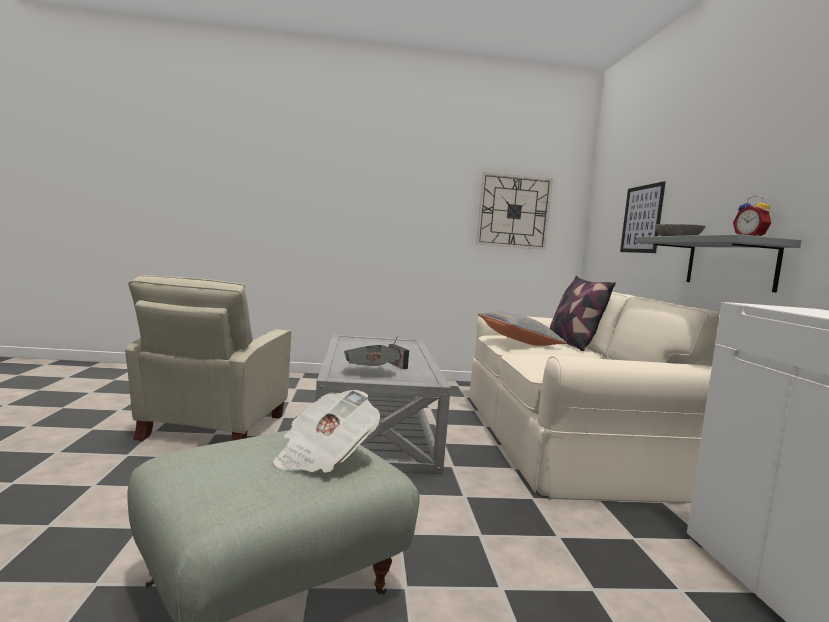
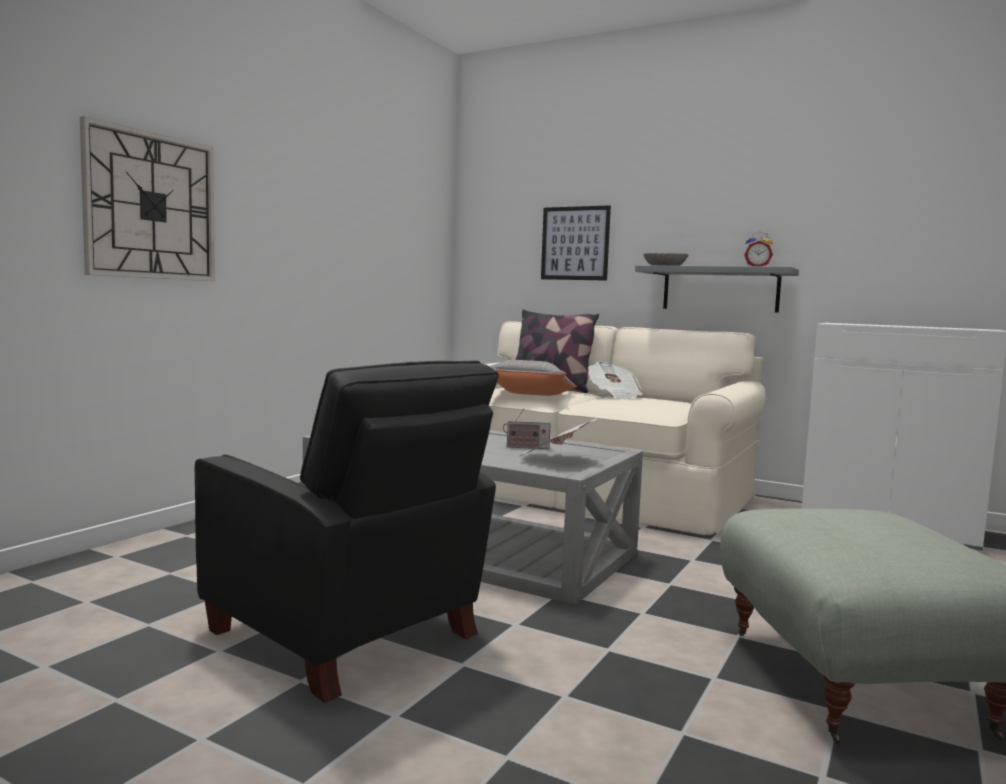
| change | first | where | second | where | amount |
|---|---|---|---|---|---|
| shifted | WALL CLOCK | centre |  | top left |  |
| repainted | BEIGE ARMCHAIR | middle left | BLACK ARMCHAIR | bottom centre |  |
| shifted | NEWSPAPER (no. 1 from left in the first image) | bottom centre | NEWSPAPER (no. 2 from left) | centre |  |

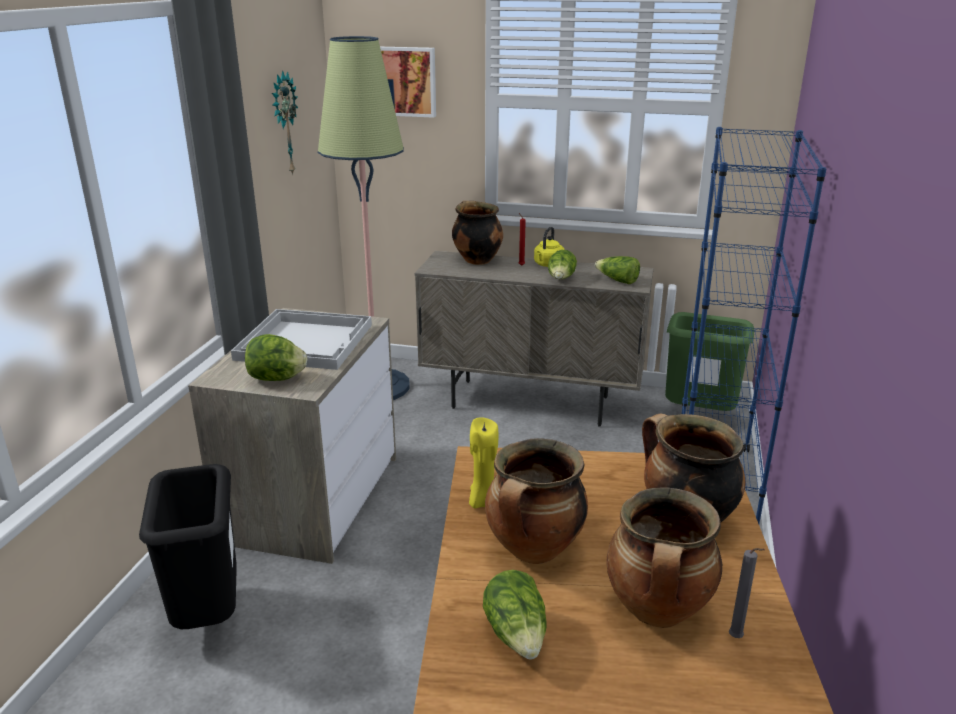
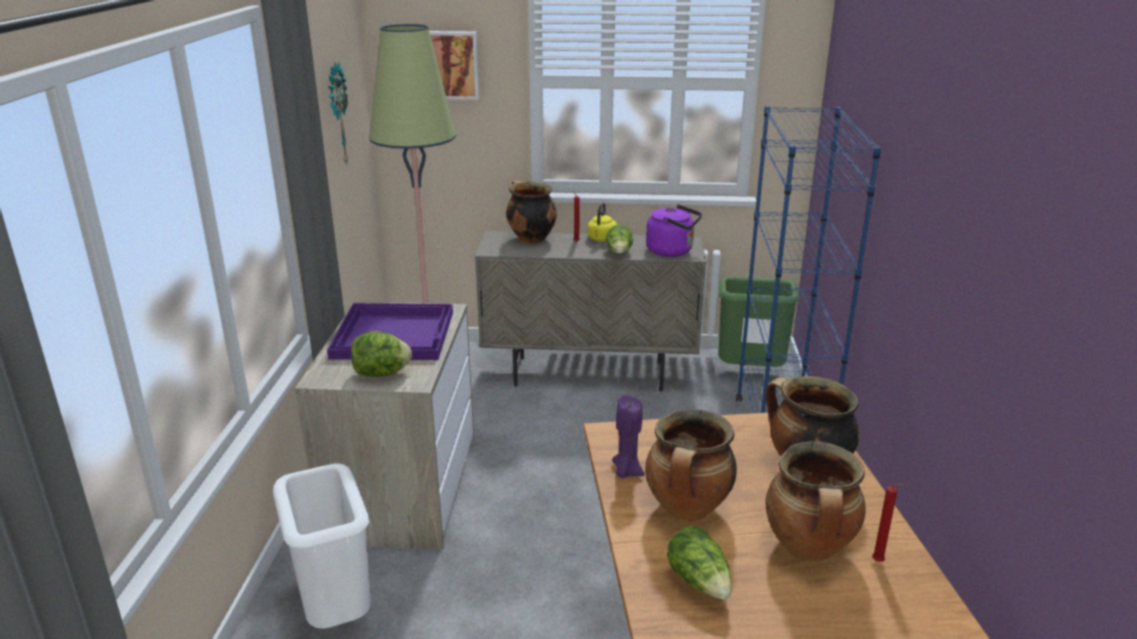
| change | first | where | second | where | amount |
|---|---|---|---|---|---|
| repainted | BLACK TRASH CAN | bottom left | WHITE TRASH CAN | bottom left |  |
| repainted | WHITE TRAY | middle left | PURPLE TRAY | centre |  |
| repainted | YELLOW CANDLE | centre | PURPLE CANDLE | bottom centre |  |
| swapped | LETTUCE (no. 4 from left) | centre | PURPLE KETTLE | centre |  |
| repainted | GREY CANDLE | bottom right | RED CANDLE (no. 2 from left) | bottom right |  |

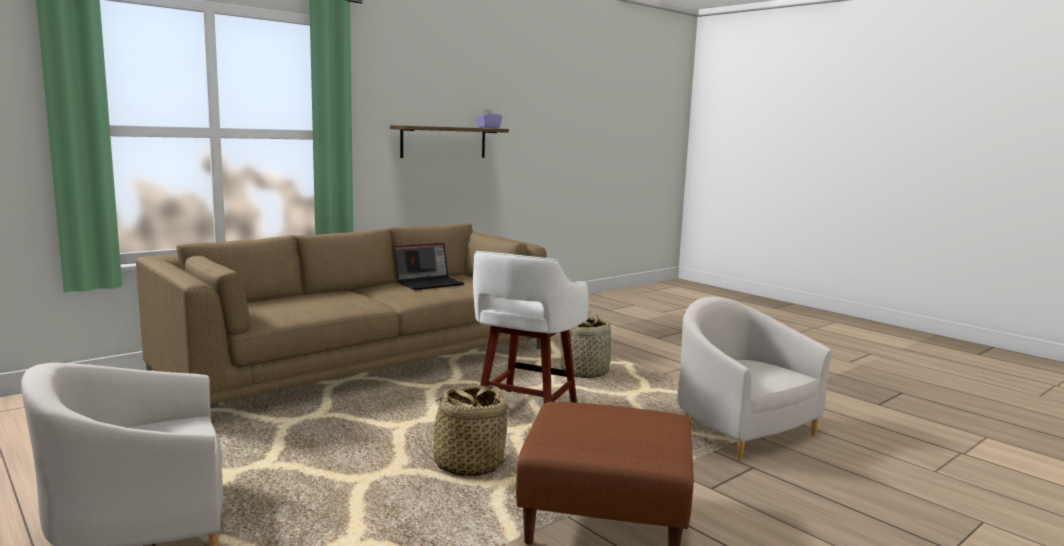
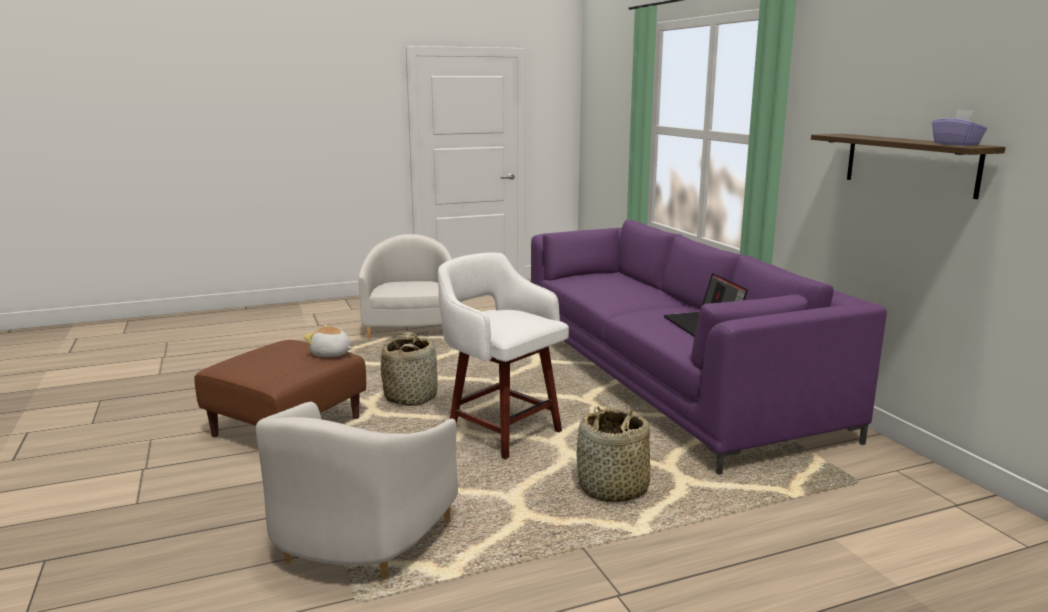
| change | first | where | second | where | amount |
|---|---|---|---|---|---|
| rotated | WHITE ARMCHAIR (no. 2 from left in the first image) | bottom right | WHITE ARMCHAIR (no. 1 from left) | bottom centre | 120 degrees clockwise |
| new |  |  | PLUSH TOY | middle left |  |
| repainted | BROWN SOFA | middle left | PURPLE SOFA | middle right |  |

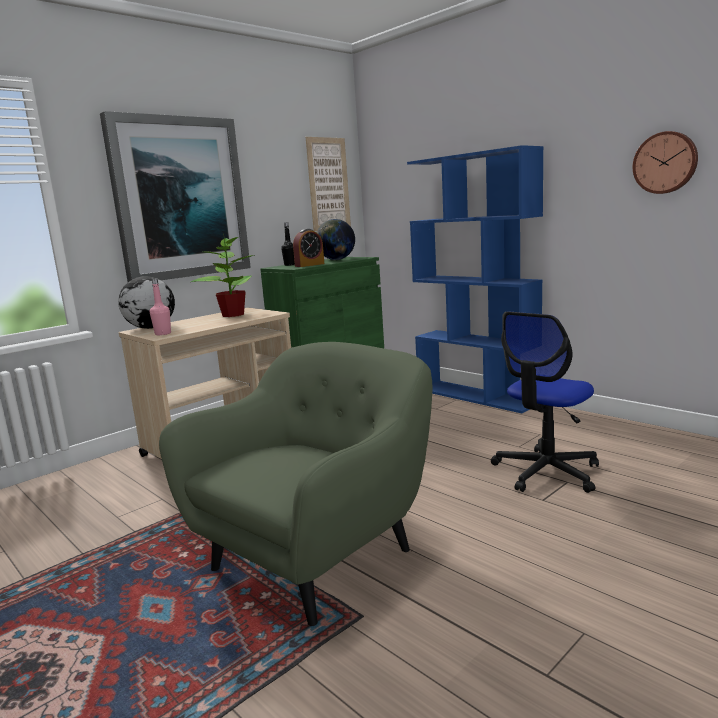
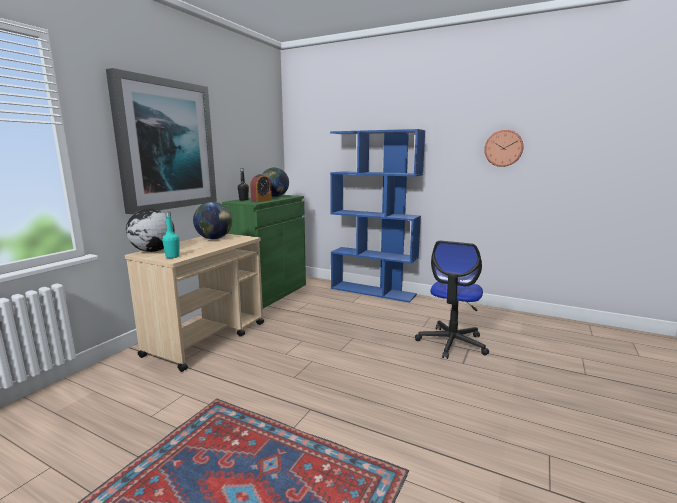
| change | first | where | second | where | amount |
|---|---|---|---|---|---|
| repainted | PINK BOTTLE | middle left | TURQUOISE BOTTLE | middle left |  |
| swapped | POTTED PLANT | middle left | GLOBE (no. 2 from left) | middle left |  |
| gone | GREEN ARMCHAIR | bottom centre |  |  |  |
| gone | PICTURE (no. 2 from left) | top centre |  |  |  |

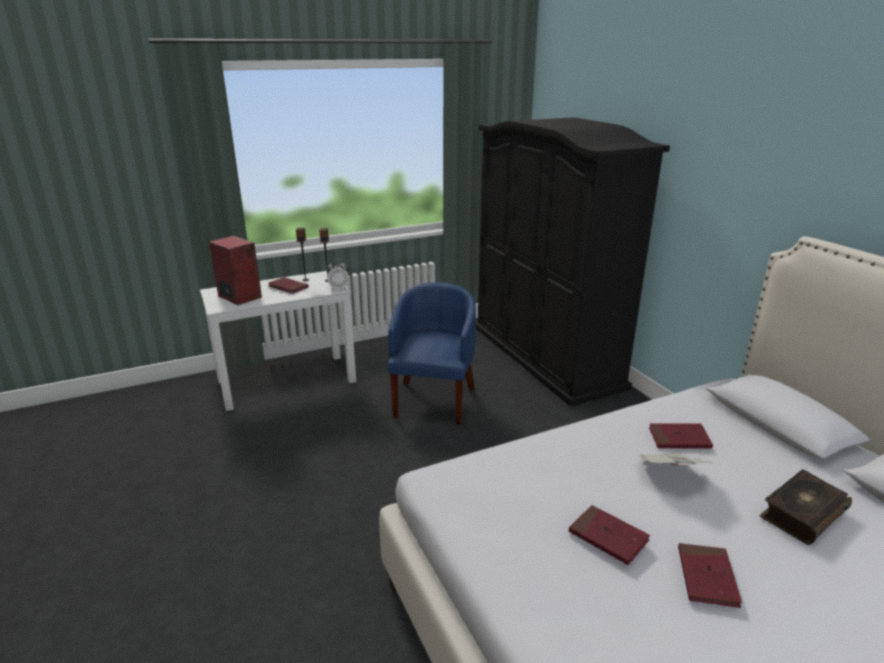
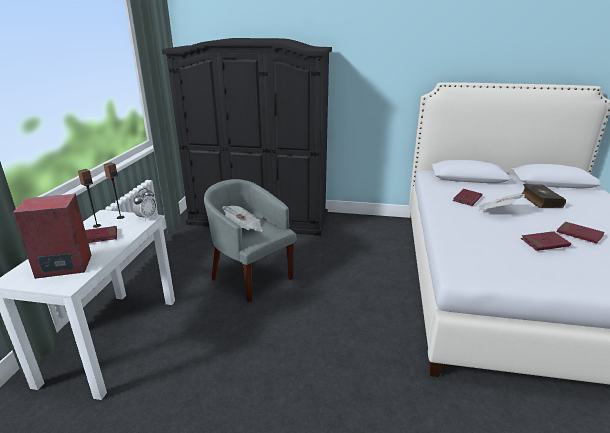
| change | first | where | second | where | amount |
|---|---|---|---|---|---|
| repainted | BLUE ARMCHAIR | centre | GREY ARMCHAIR | centre |  |
| new |  |  | NEWSPAPER (no. 1 from left) | centre |  |

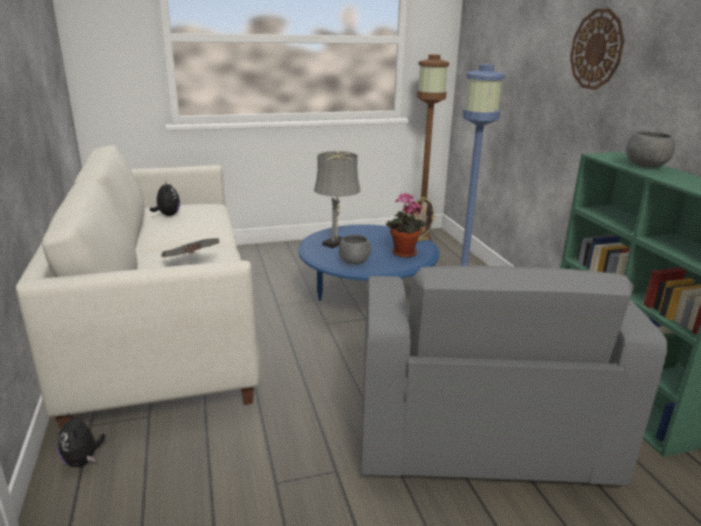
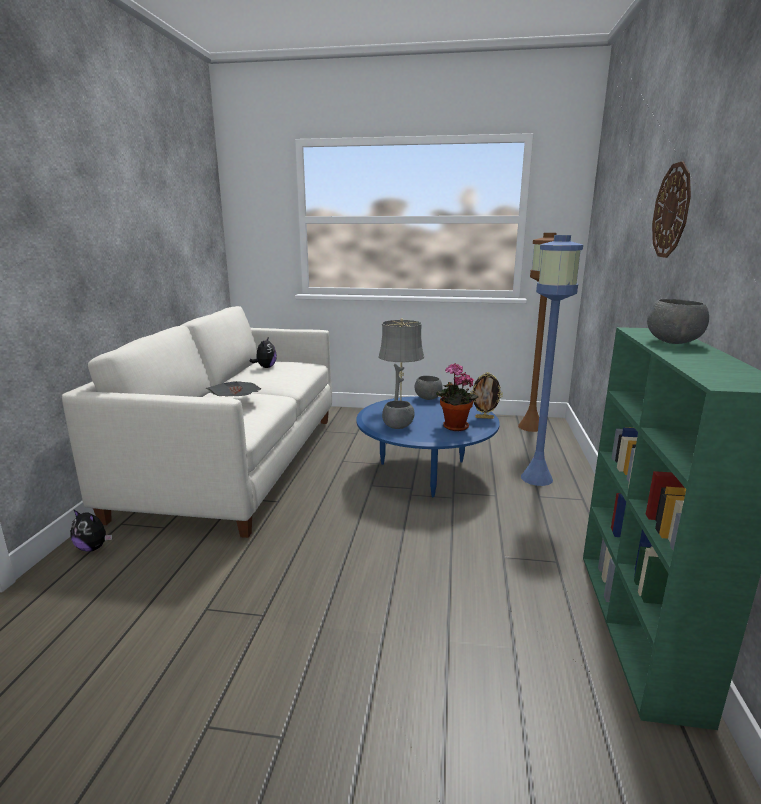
| change | first | where | second | where | amount |
|---|---|---|---|---|---|
| rotated | PLUSH TOY (no. 1 from left) | bottom left |  | middle left | 60 degrees counterclockwise |
| new |  |  | GREY BOWL (no. 2 from left) | centre |  |
| gone | GREY ARMCHAIR | bottom right |  |  |  |

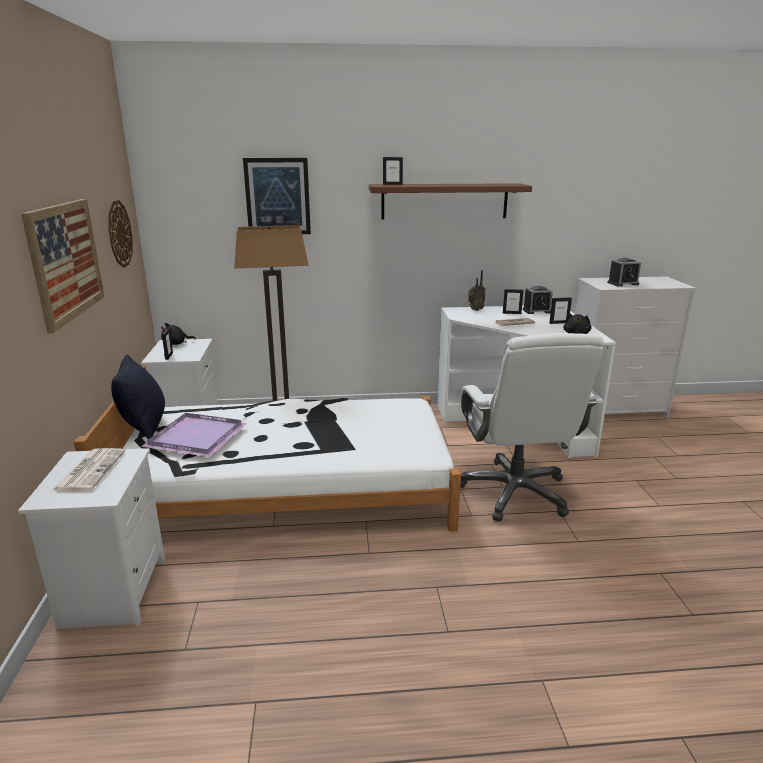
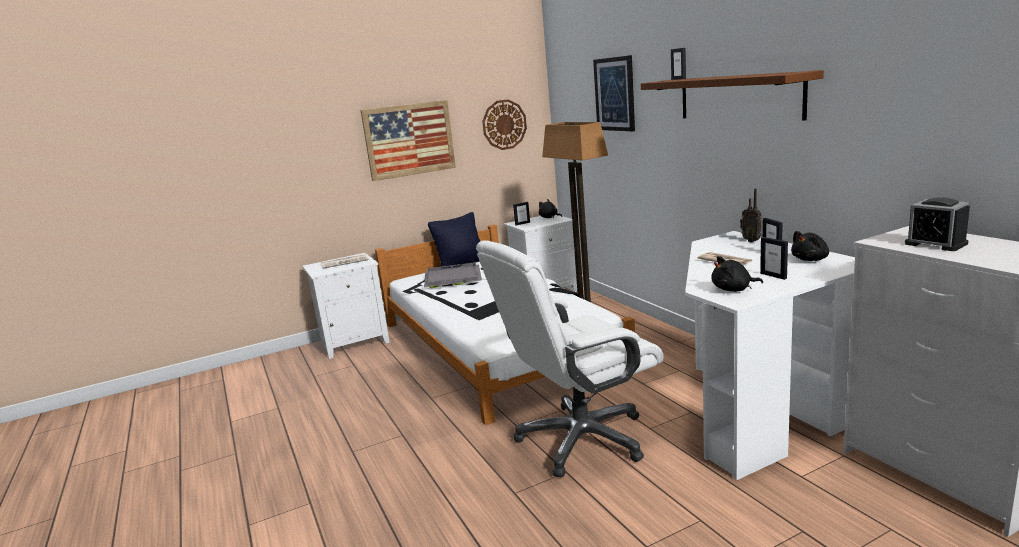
| change | first | where | second | where | amount |
|---|---|---|---|---|---|
| repainted | PURPLE TRAY | middle left | GREY TRAY | centre |  |
| swapped | ALARM CLOCK (no. 1 from left) | middle right | BLACK PLUSH TOY (no. 3 from left) | middle right |  |

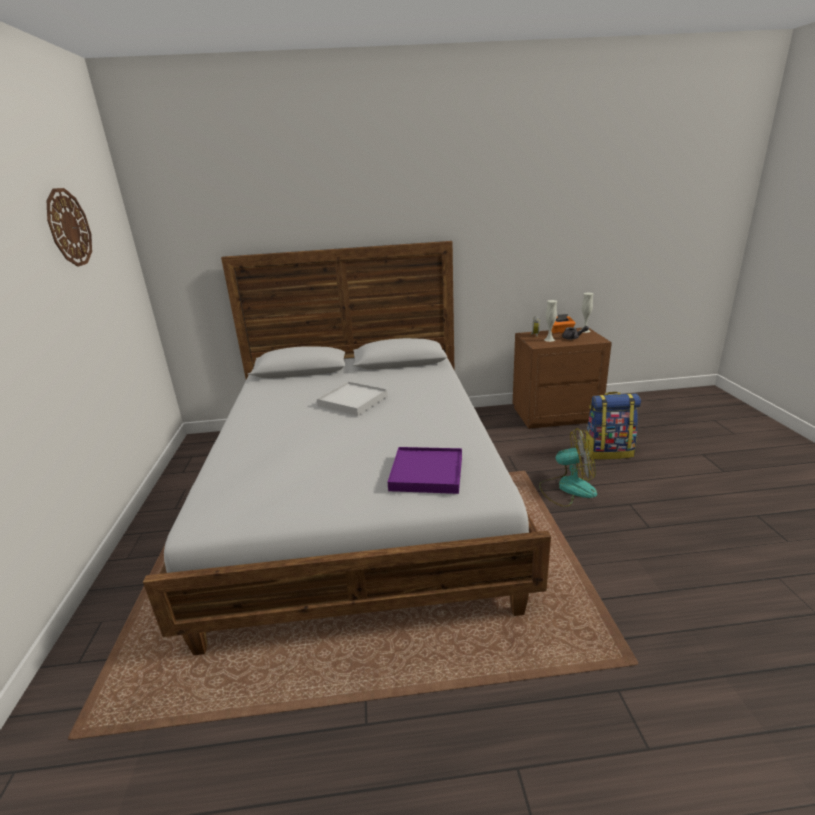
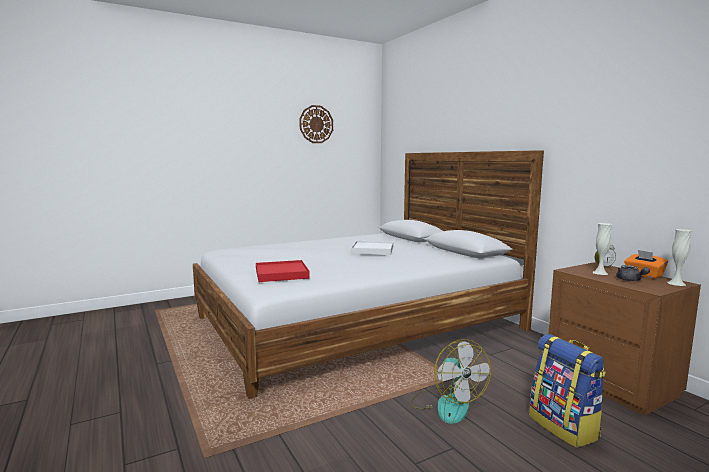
| change | first | where | second | where | amount |
|---|---|---|---|---|---|
| repainted | PURPLE TRAY | centre | RED TRAY | centre |  |

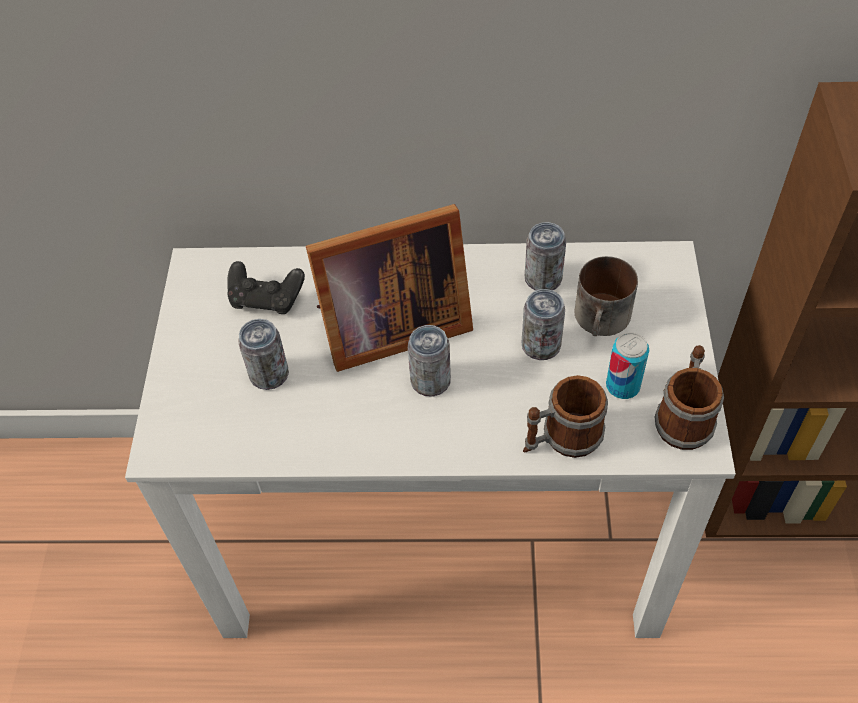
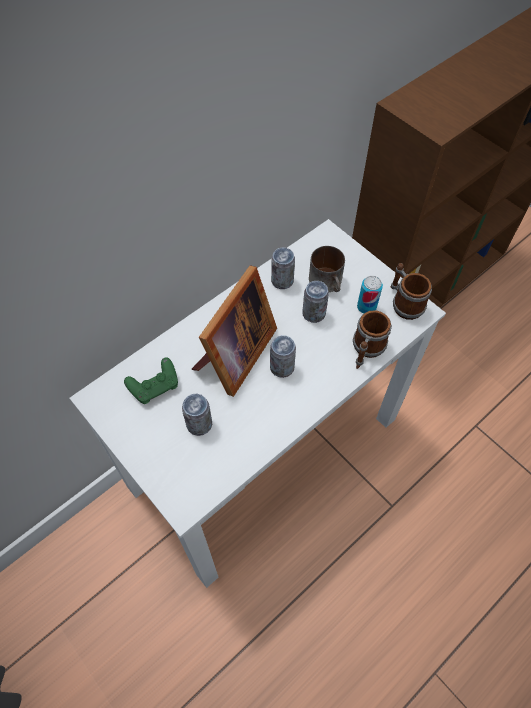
| change | first | where | second | where | amount |
|---|---|---|---|---|---|
| repainted | BLACK GAME CONTROLLER | middle left | GREEN GAME CONTROLLER | middle left |  |

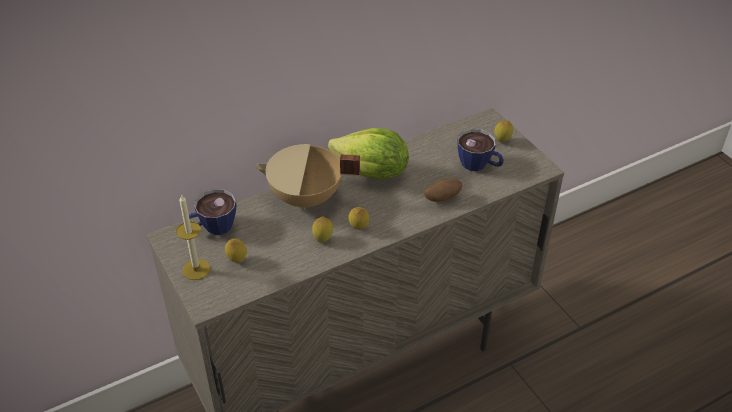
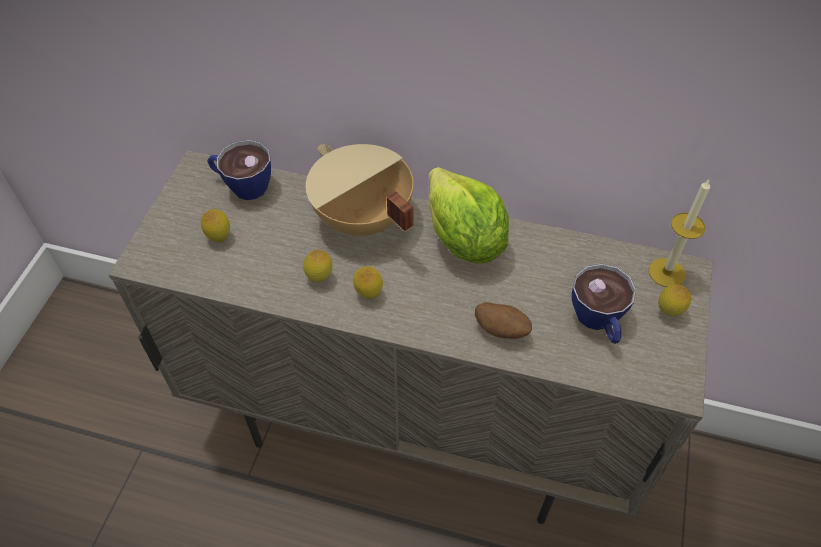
| change | first | where | second | where | amount |
|---|---|---|---|---|---|
| shifted | CANDLE | middle left |  | middle right |  |

